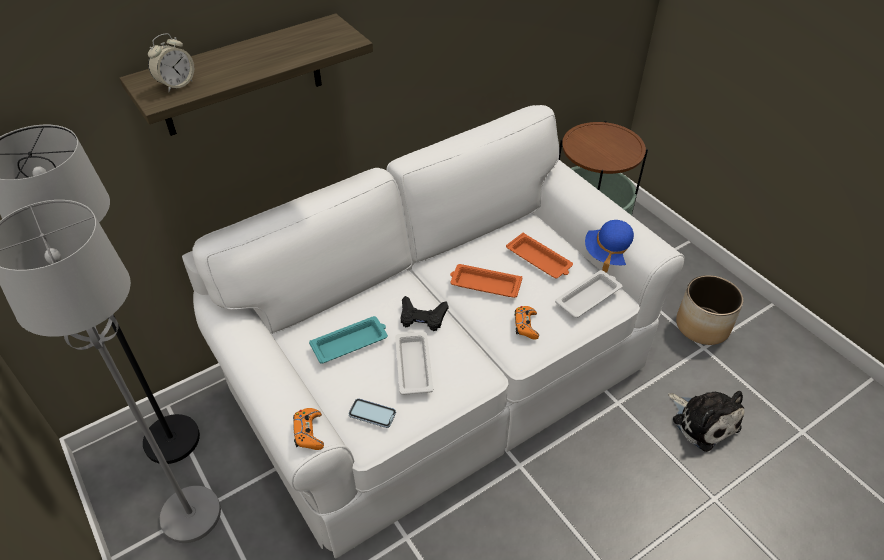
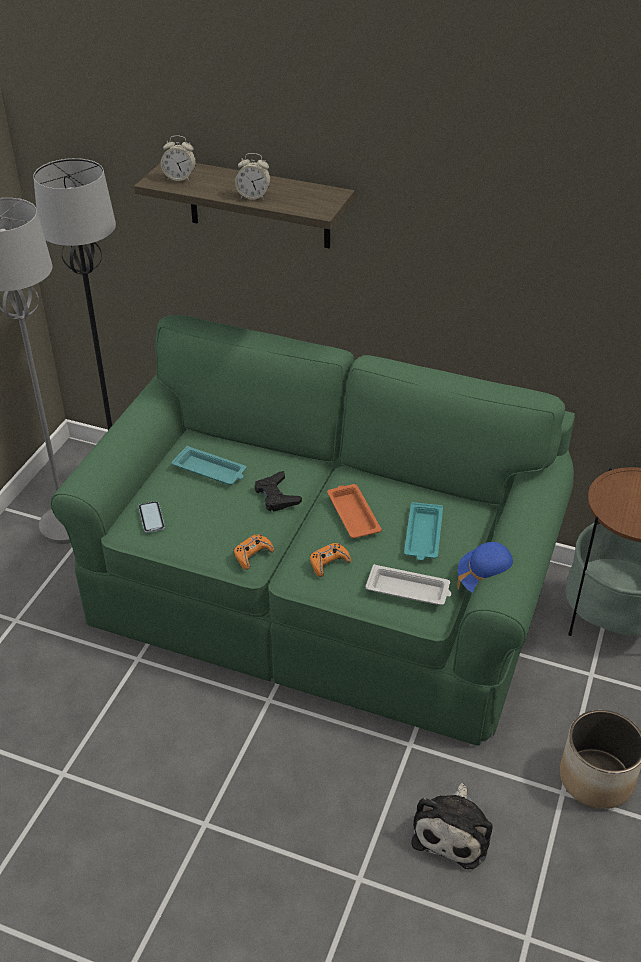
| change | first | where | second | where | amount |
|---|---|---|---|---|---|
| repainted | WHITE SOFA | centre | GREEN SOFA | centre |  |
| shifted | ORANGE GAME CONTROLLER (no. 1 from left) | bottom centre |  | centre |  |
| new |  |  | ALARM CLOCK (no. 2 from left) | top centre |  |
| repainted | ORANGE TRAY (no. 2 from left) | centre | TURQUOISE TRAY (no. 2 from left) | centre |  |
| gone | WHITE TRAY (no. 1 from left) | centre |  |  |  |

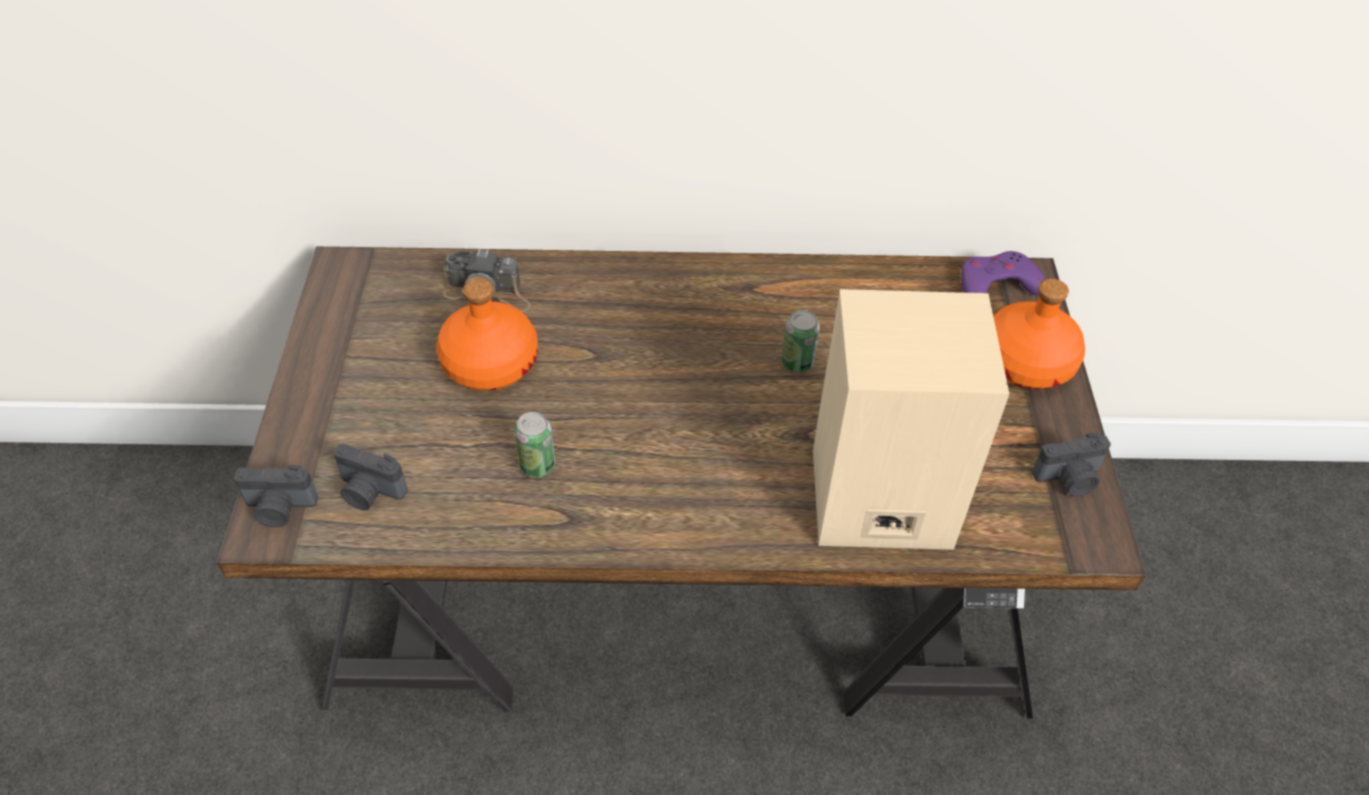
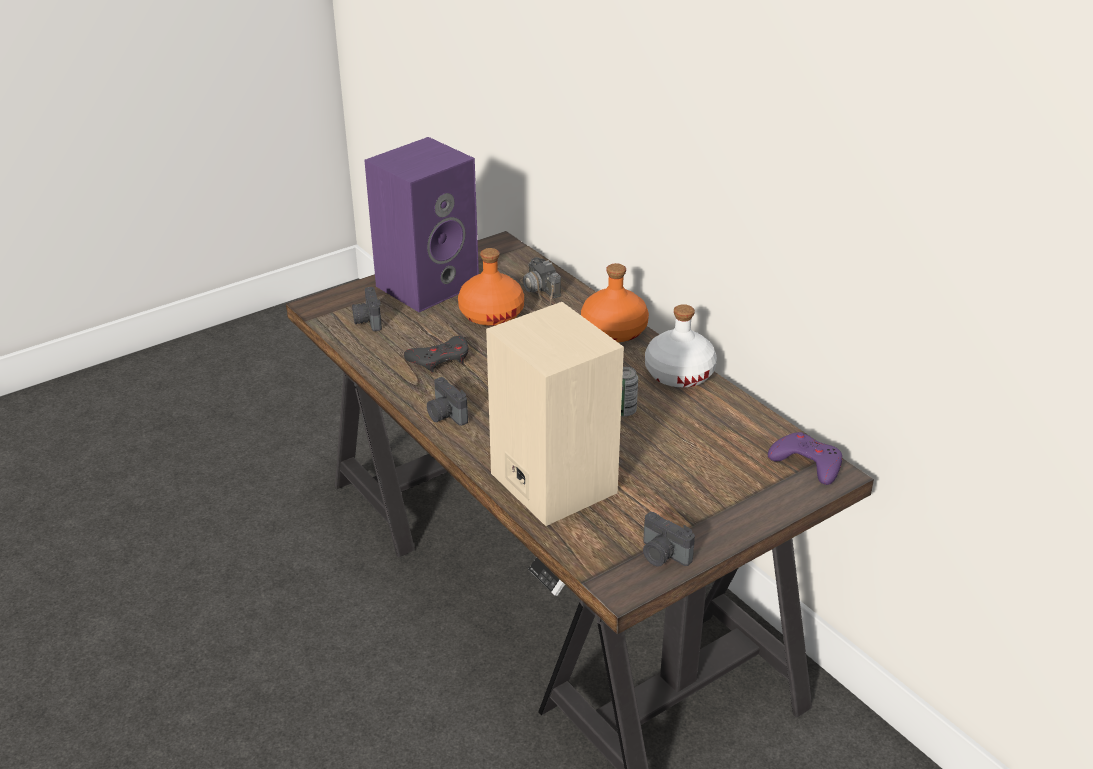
| change | first | where | second | where | amount |
|---|---|---|---|---|---|
| new |  |  | PURPLE SPEAKER | top centre |  |
| swapped | CAN (no. 1 from left) | centre | GREY GAME CONTROLLER | centre |  |
| shifted | PHOTO CAMERA (no. 1 from left in the first image) | middle left | PHOTO CAMERA (no. 2 from left) | centre |  |
| shifted | ORANGE BOTTLE (no. 2 from left) | middle right |  | centre |  |
| new |  |  | WHITE BOTTLE | centre |  |

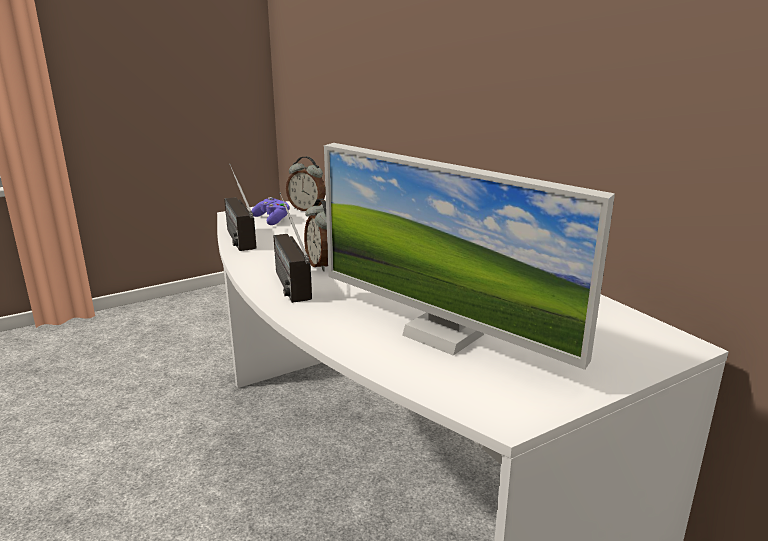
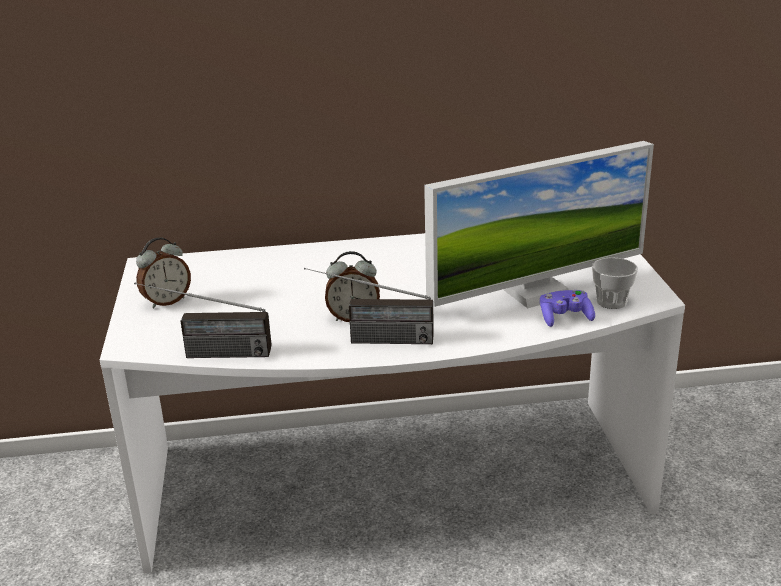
| change | first | where | second | where | amount |
|---|---|---|---|---|---|
| shifted | PURPLE GAME CONTROLLER | centre |  | middle right |  |
| new |  |  | CUP | middle right |  |

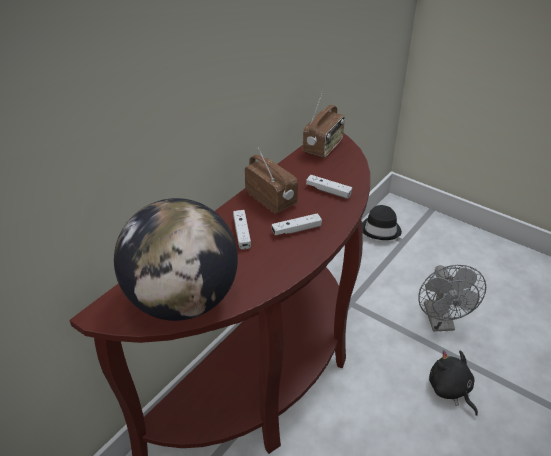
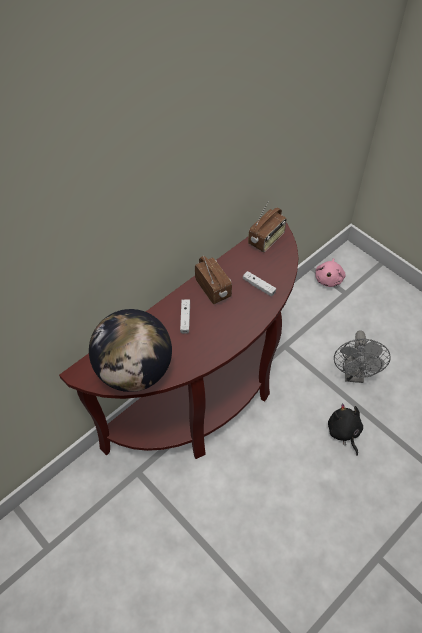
| change | first | where | second | where | amount |
|---|---|---|---|---|---|
| swapped | BLACK HAT | middle right | PINK PLUSH TOY | middle right |  |
| gone | WHITE GAME CONTROLLER (no. 2 from left) | centre |  |  |  |

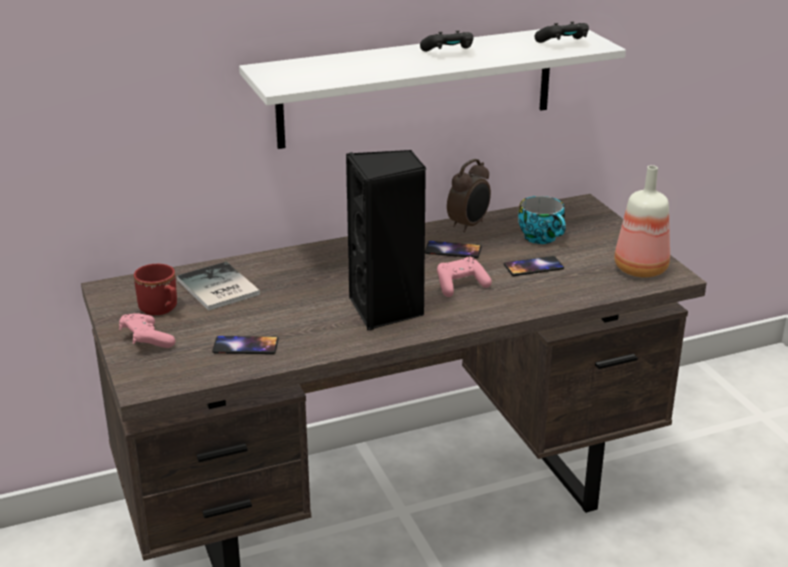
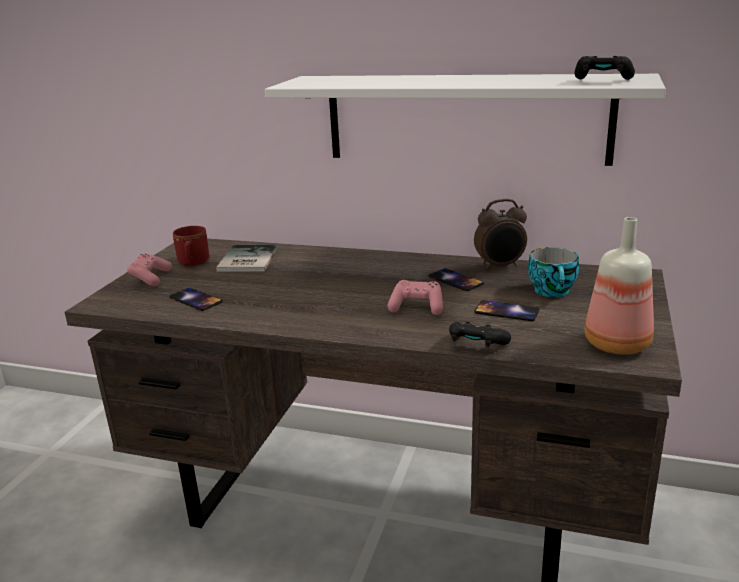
| change | first | where | second | where | amount |
|---|---|---|---|---|---|
| shifted | BLACK GAME CONTROLLER (no. 1 from left) | top centre |  | centre |  |
| gone | BLACK SPEAKER | centre |  |  |  |

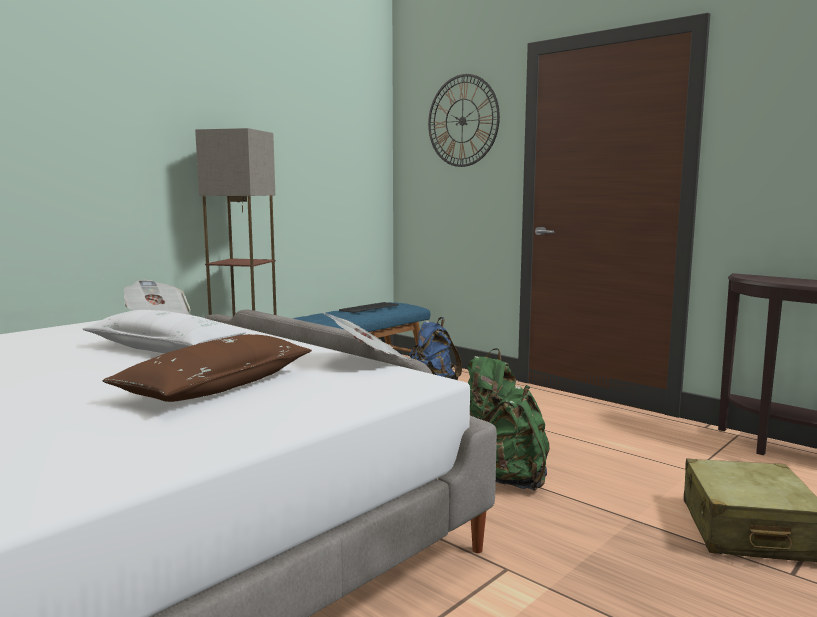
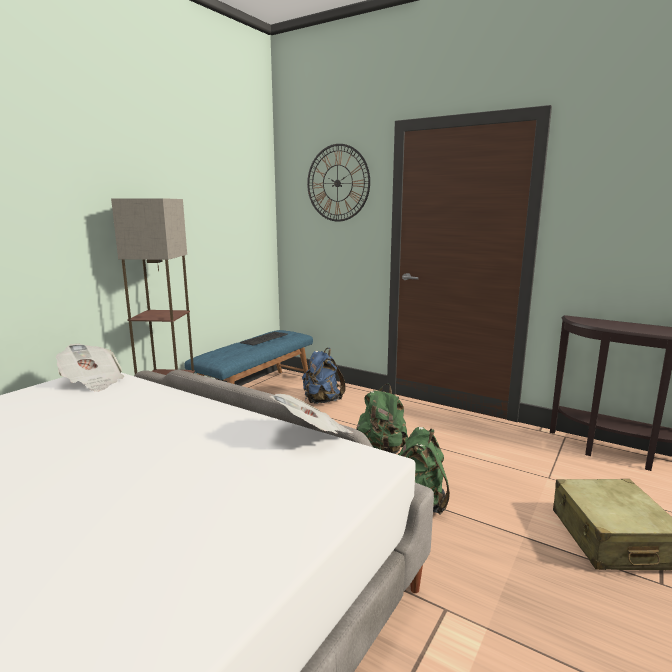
| change | first | where | second | where | amount |
|---|---|---|---|---|---|
| gone | WHITE PILLOW | middle left |  |  |  |
| gone | BROWN PILLOW | middle left |  |  |  |

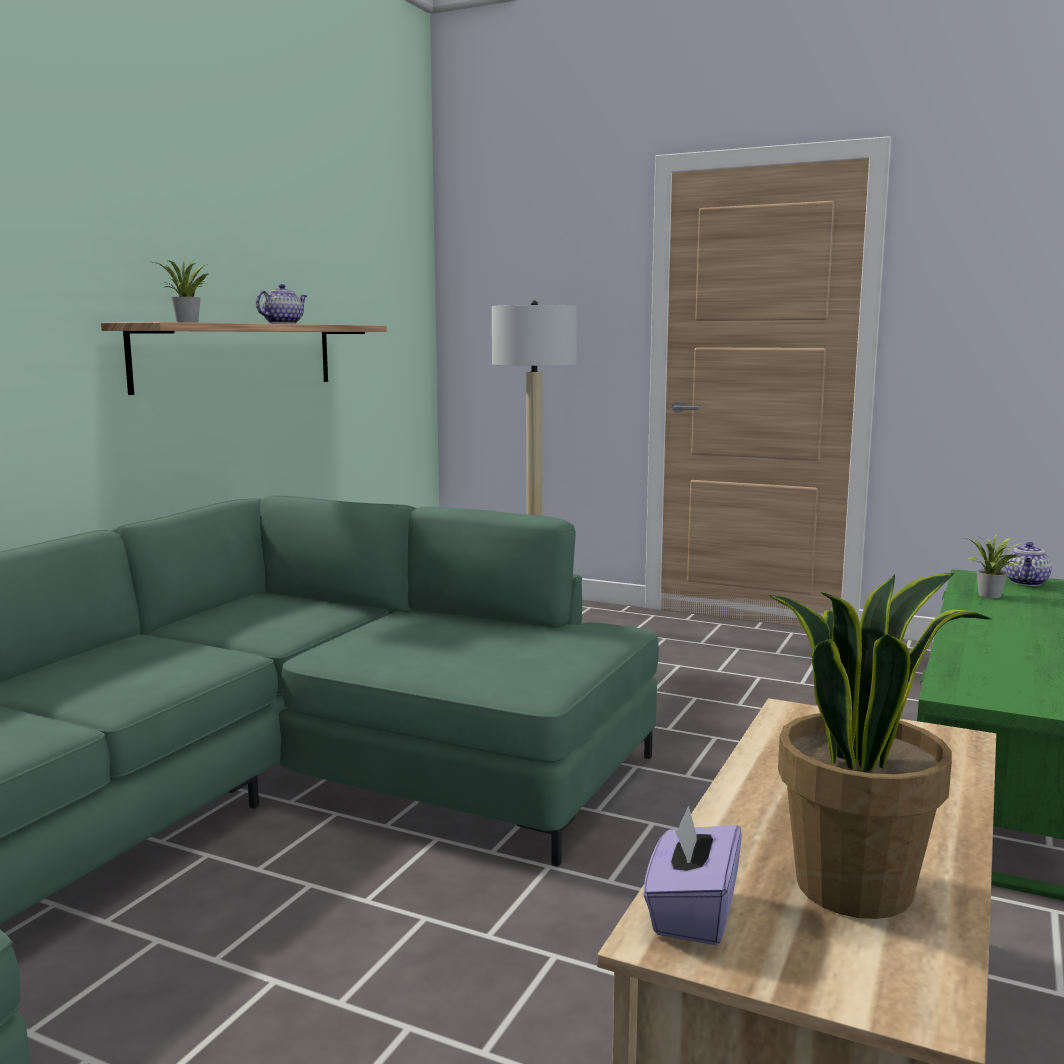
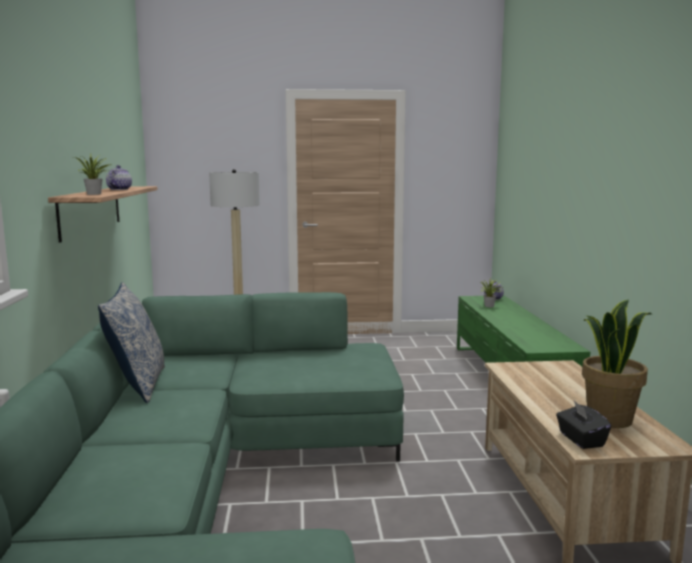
| change | first | where | second | where | amount |
|---|---|---|---|---|---|
| new |  |  | PILLOW | middle left |  |
| repainted | PURPLE TISSUE BOX | bottom centre | BLACK TISSUE BOX | bottom right |  |

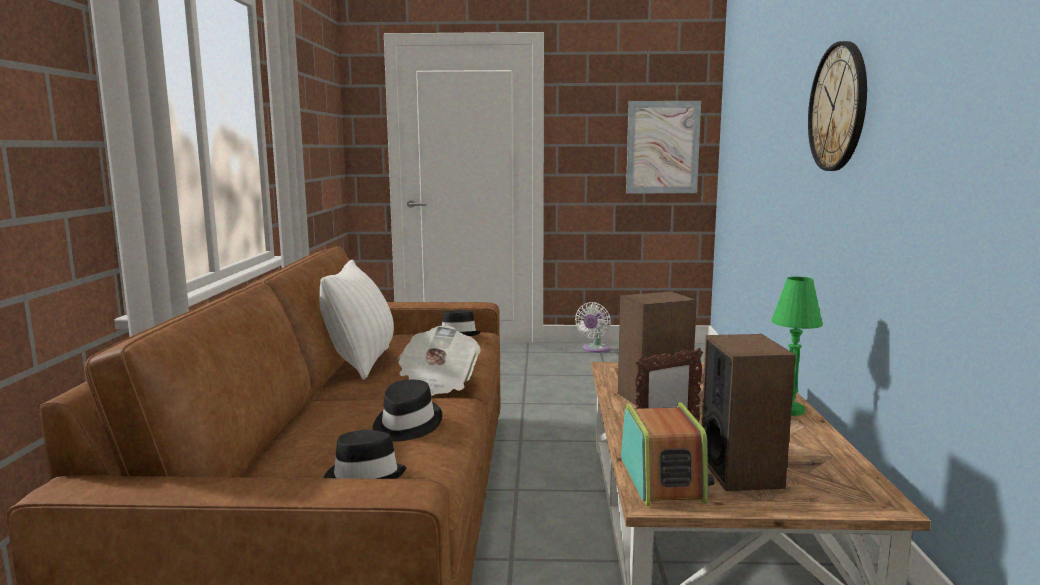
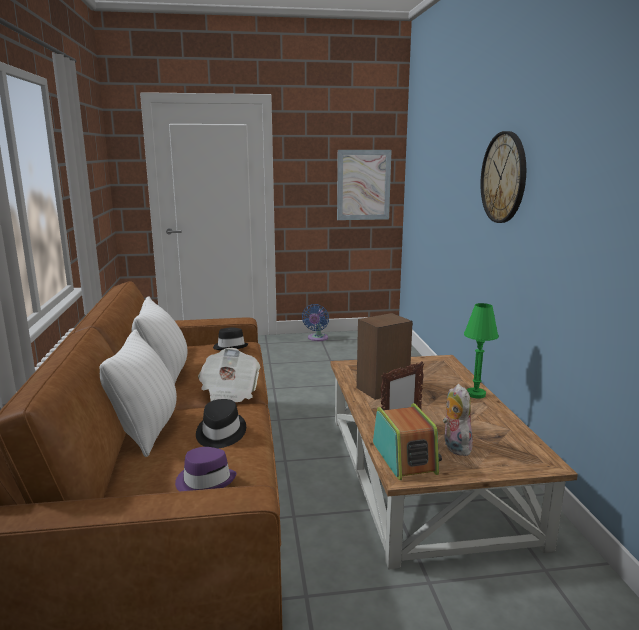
| change | first | where | second | where | amount |
|---|---|---|---|---|---|
| new |  |  | WHITE PILLOW (no. 1 from left) | middle left |  |
| repainted | BLACK HAT (no. 1 from left) | bottom centre | PURPLE HAT | bottom left |  |
| repainted | WHITE FAN | centre | BLUE FAN | centre |  |
| swapped | SPEAKER (no. 2 from left) | bottom right | PLUSH TOY | bottom right |  |

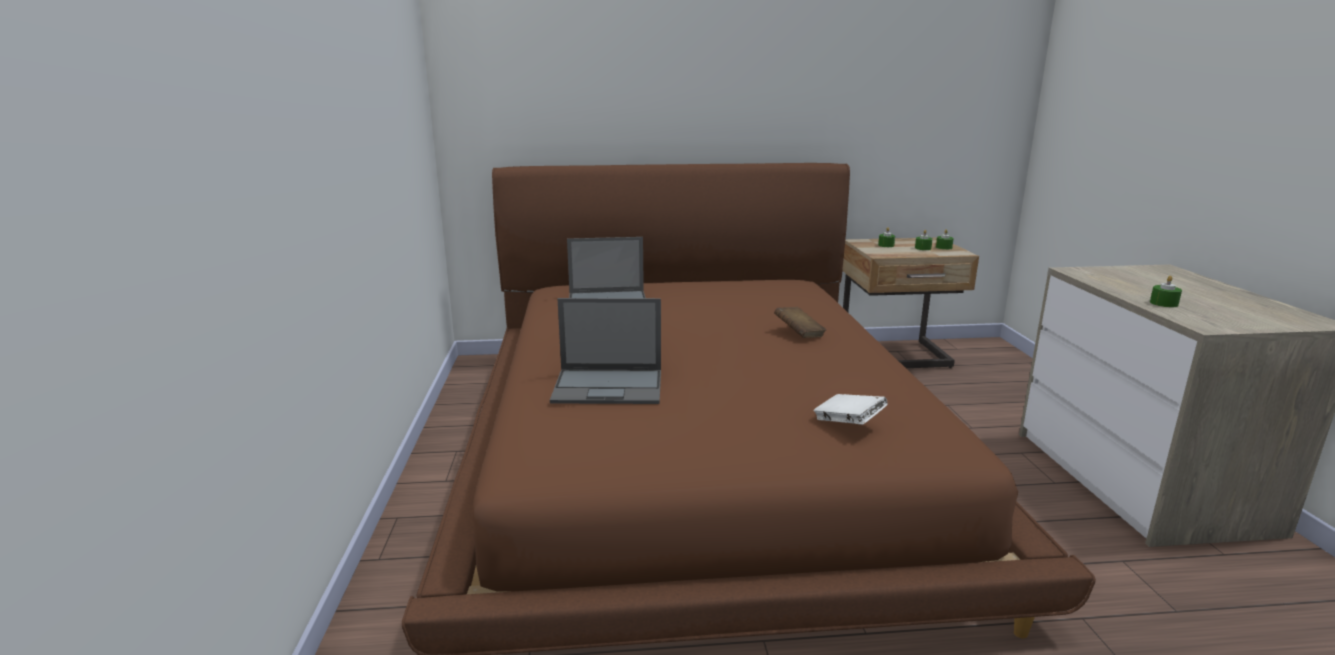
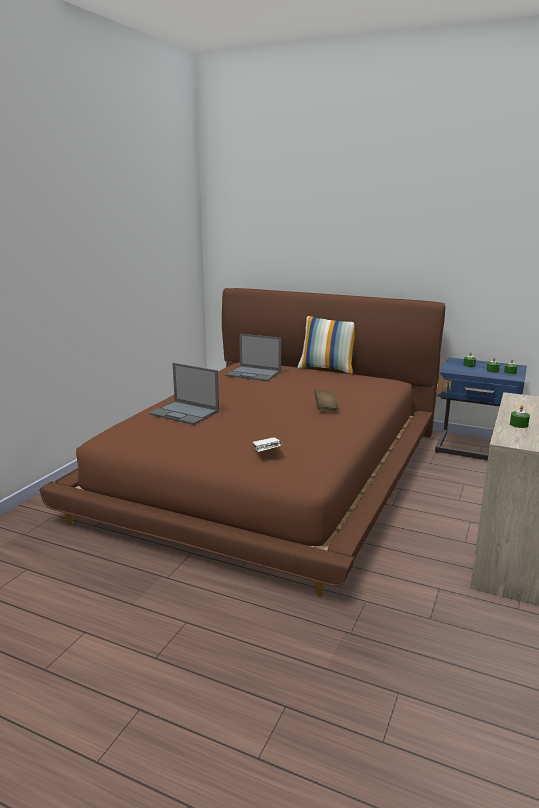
| change | first | where | second | where | amount |
|---|---|---|---|---|---|
| new |  |  | PILLOW | centre |  |
| repainted | BEIGE NIGHTSTAND | middle right | BLUE NIGHTSTAND | middle right |  |

